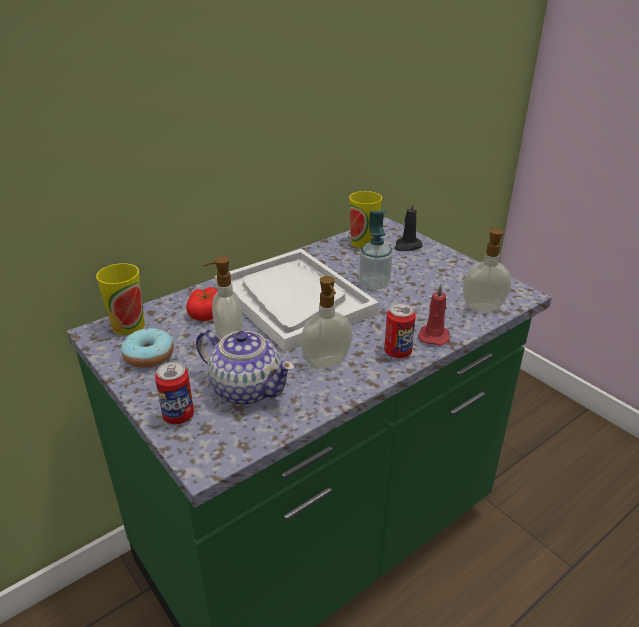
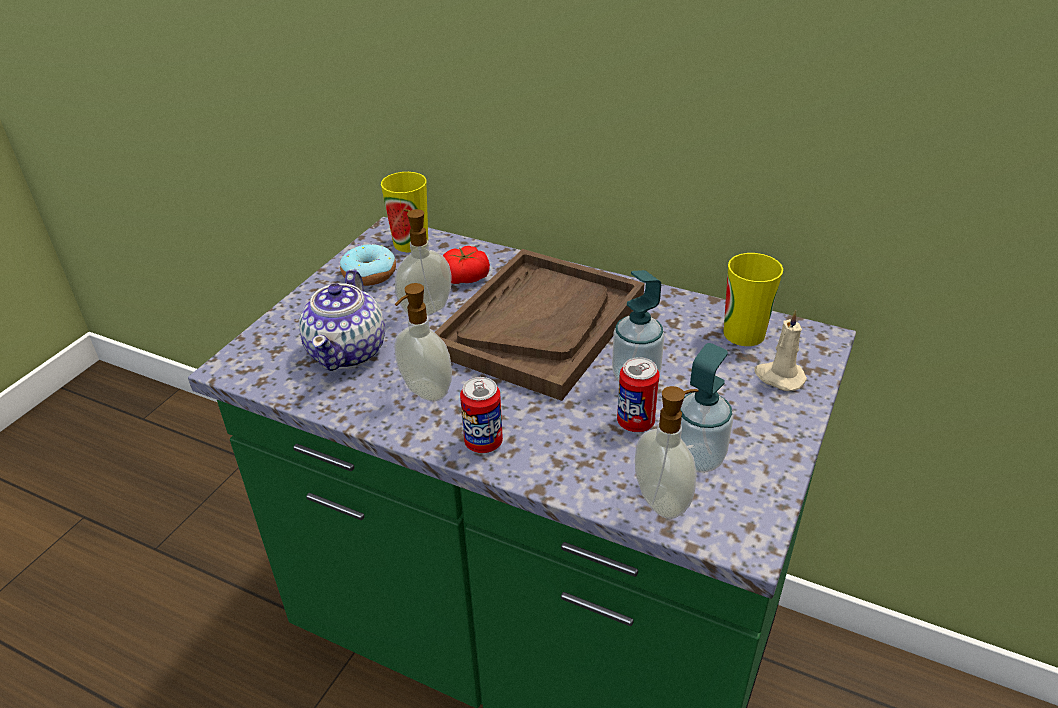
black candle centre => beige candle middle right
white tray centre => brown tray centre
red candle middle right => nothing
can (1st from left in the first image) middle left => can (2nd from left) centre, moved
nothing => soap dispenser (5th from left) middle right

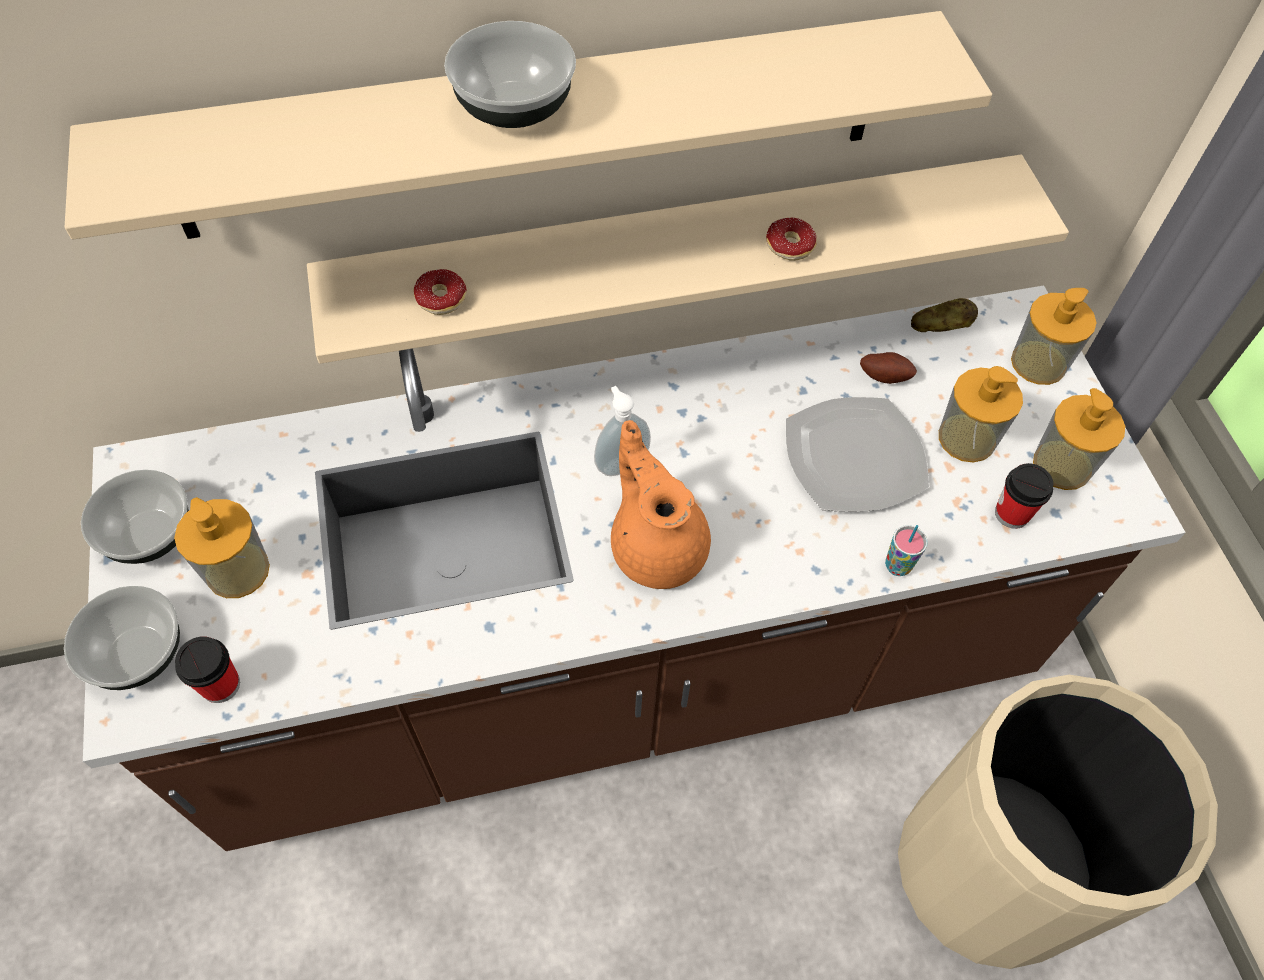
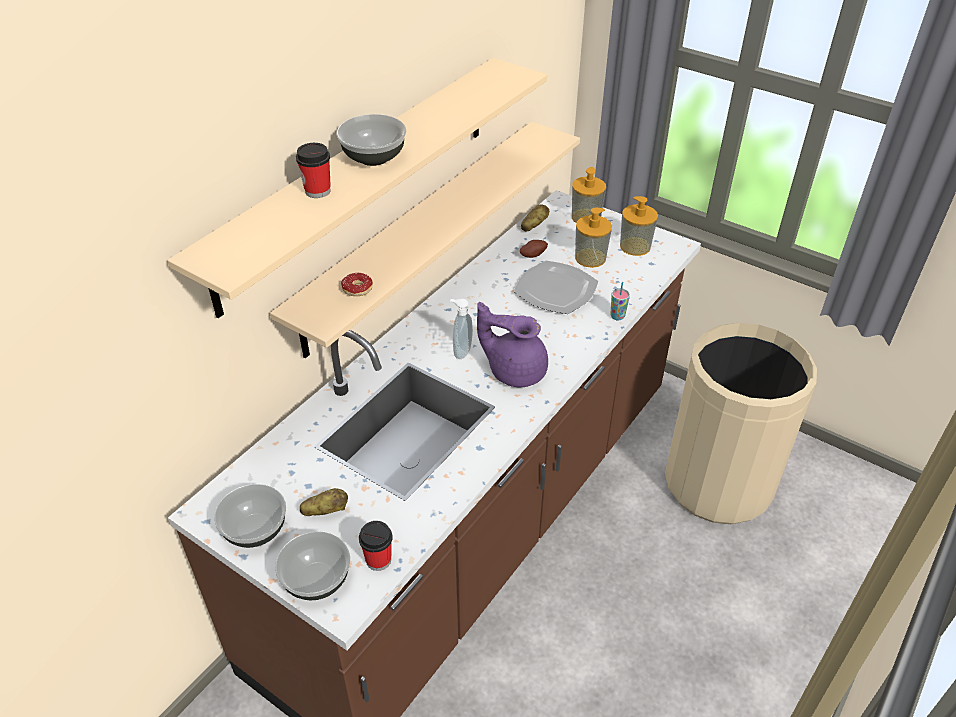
donut (2nd from left) top centre => nothing
orange teapot centre => purple teapot centre
cup (3rd from left in the first image) middle right => cup (1st from left) top left, moved
soap dispenser (1st from left) middle left => potato (1st from left) bottom centre

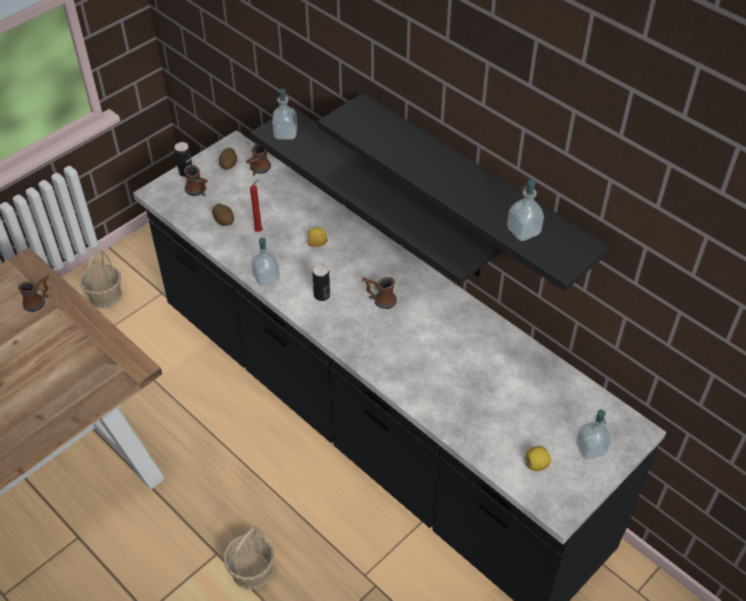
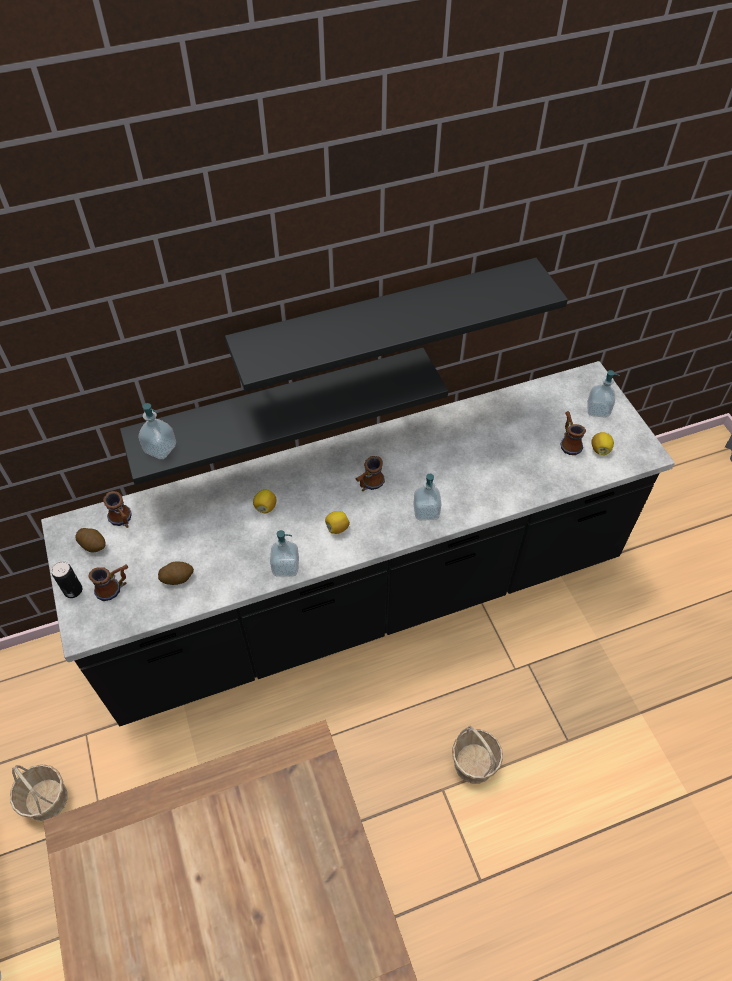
red candle centre => nothing
soap dispenser (3rd from left) middle right => soap dispenser (3rd from left) centre, moved
can (2nd from left) centre => lemon (2nd from left) centre
mug (1st from left in the first image) middle left => mug (4th from left) middle right, moved

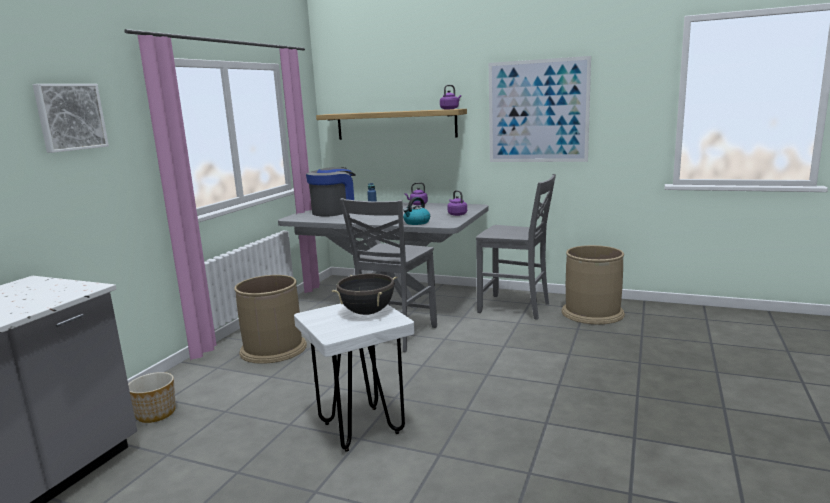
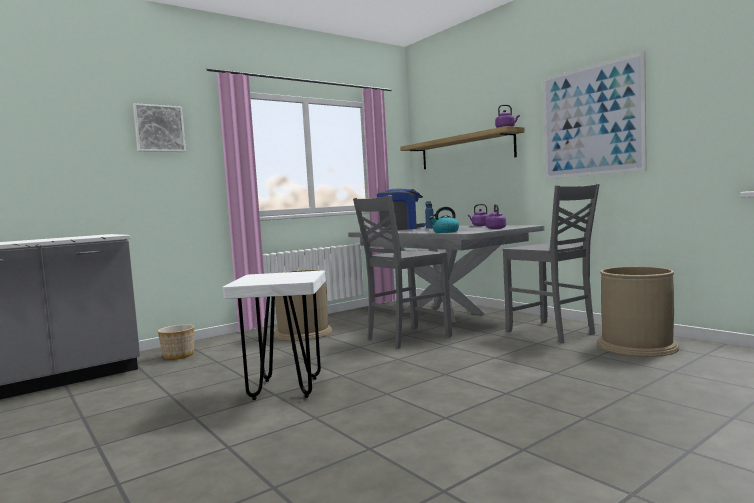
black cooking pot centre => nothing

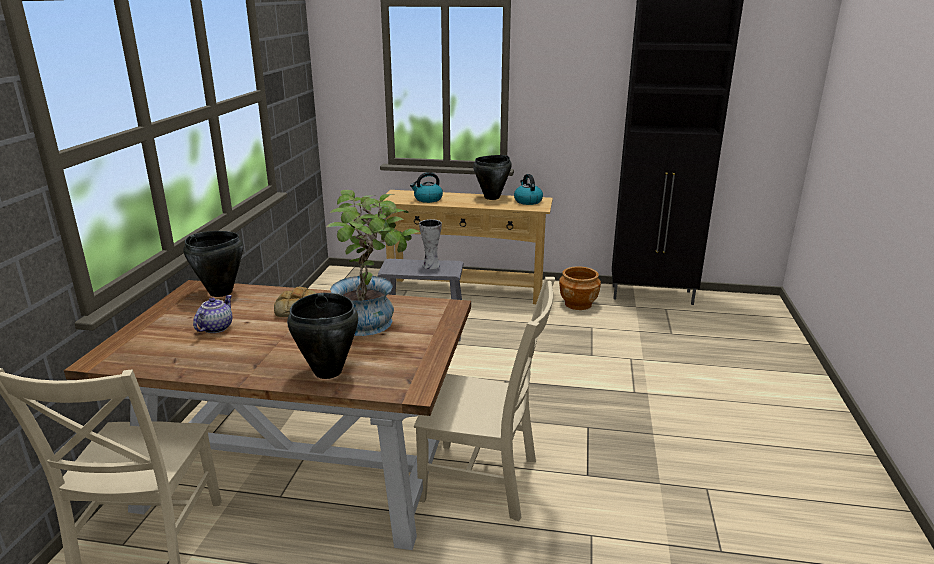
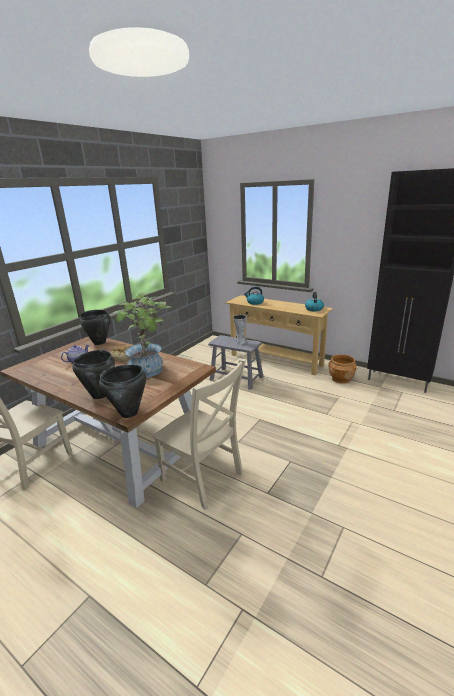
black cooking pot (3rd from left) top centre => black cooking pot (3rd from left) middle left, moved

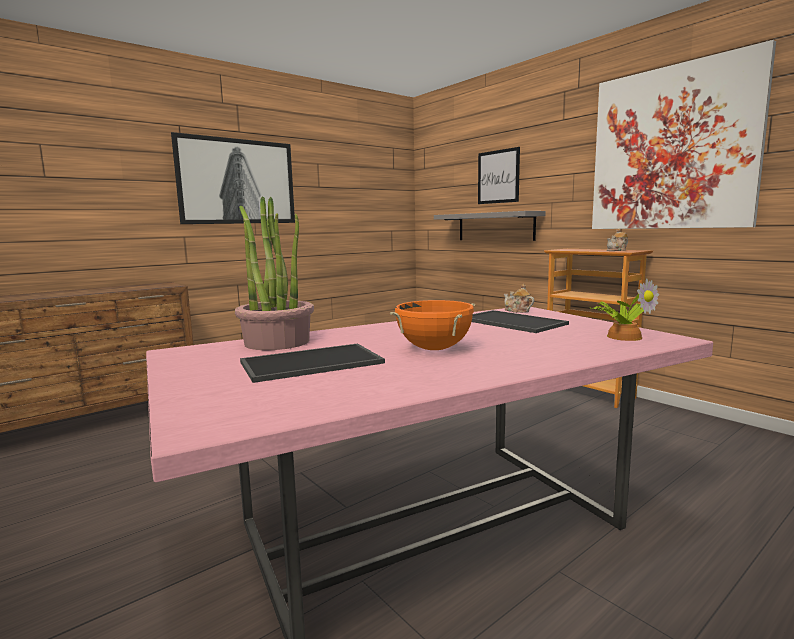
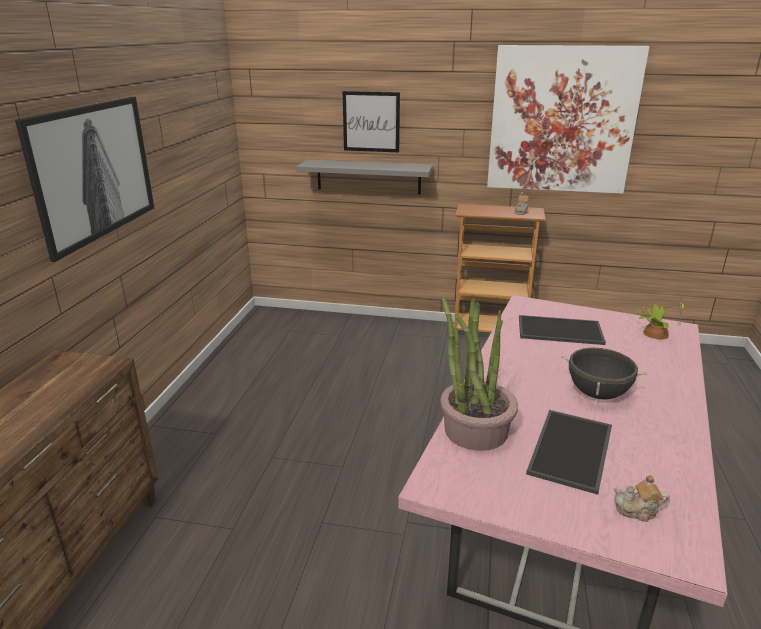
teapot (1st from left in the first image) centre => teapot (2nd from left) bottom right, moved
orange cooking pot centre => black cooking pot middle right

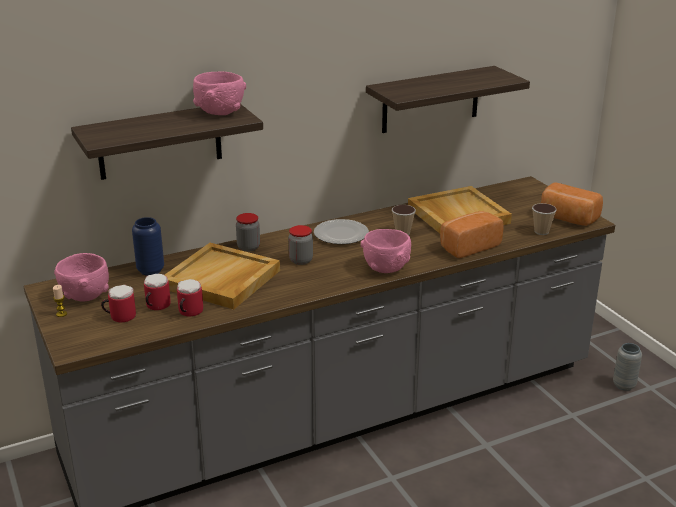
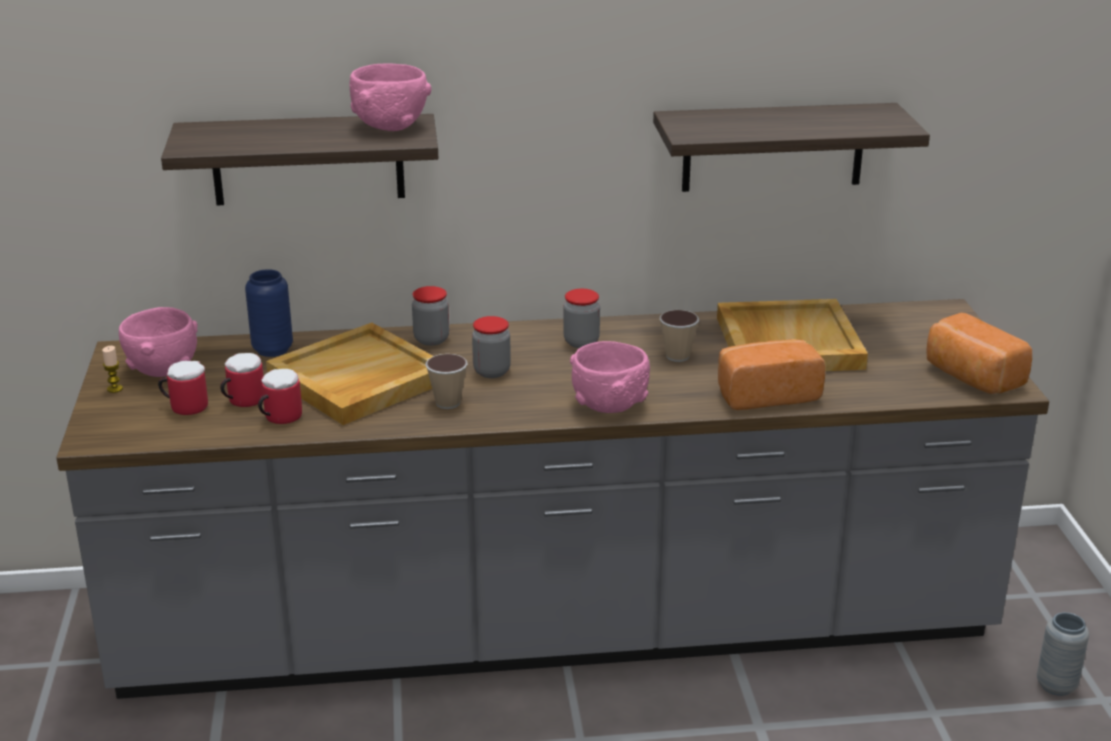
cup (2nd from left in the first image) middle right => cup (1st from left) centre, moved
plate centre => jar (3rd from left) centre

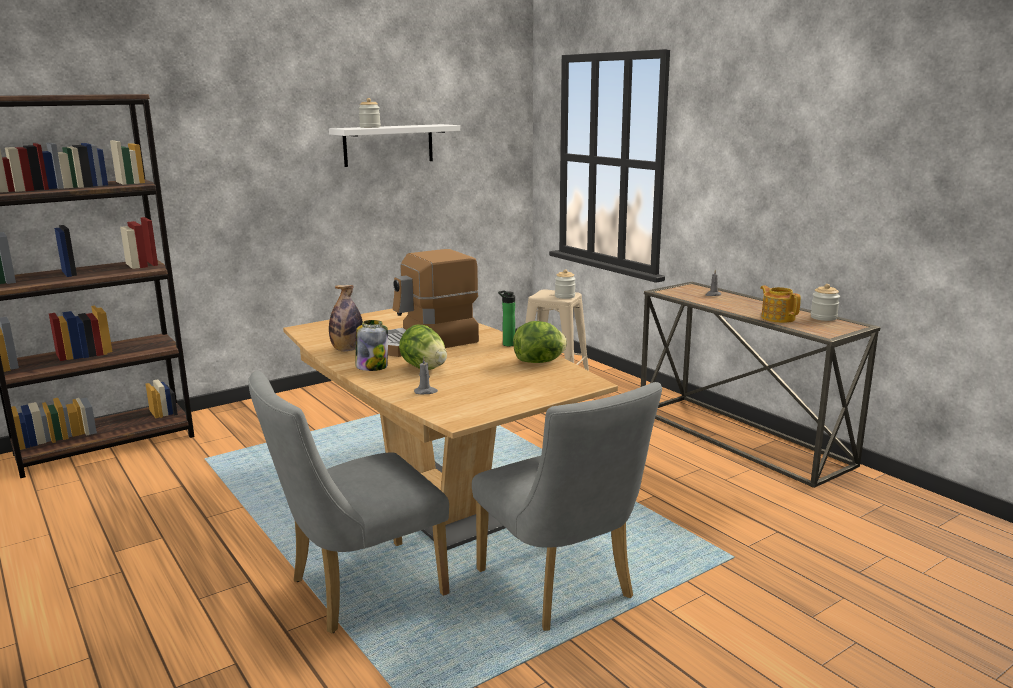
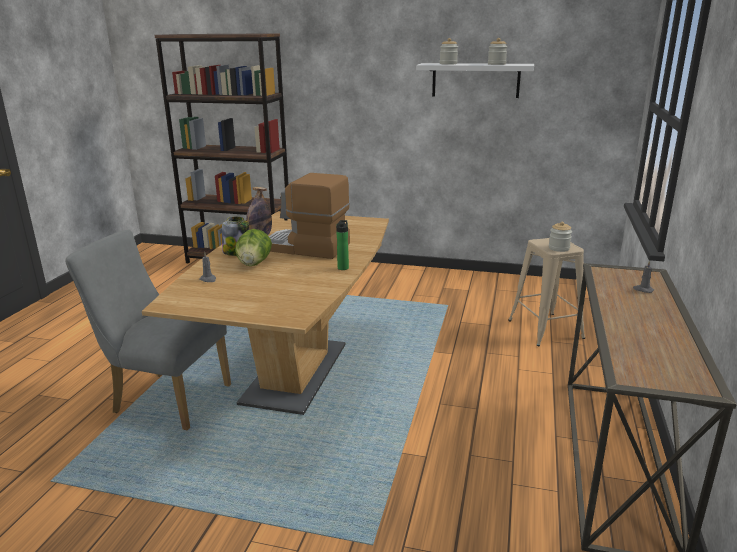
jar (4th from left in the first image) middle right => jar (3rd from left) top right, moved
teapot middle right => nothing
lettuce (2nd from left) centre => nothing
grey chair (2nd from left) bottom centre => nothing

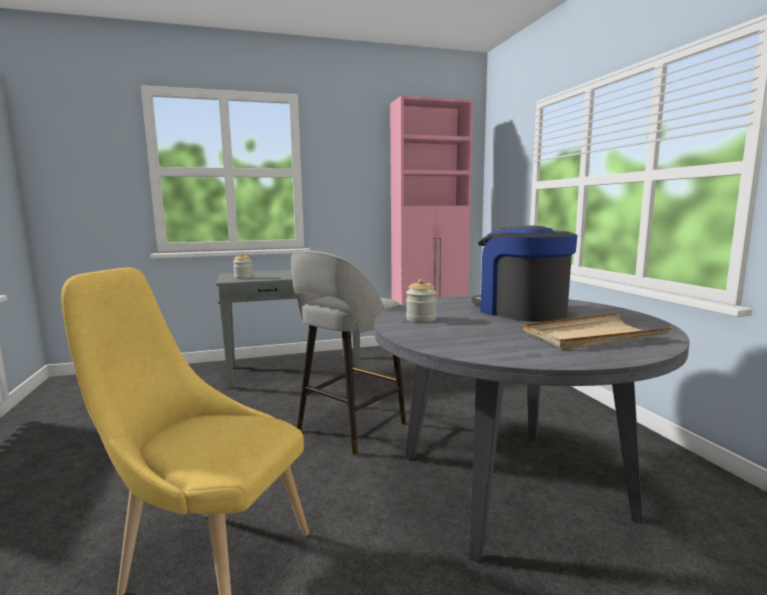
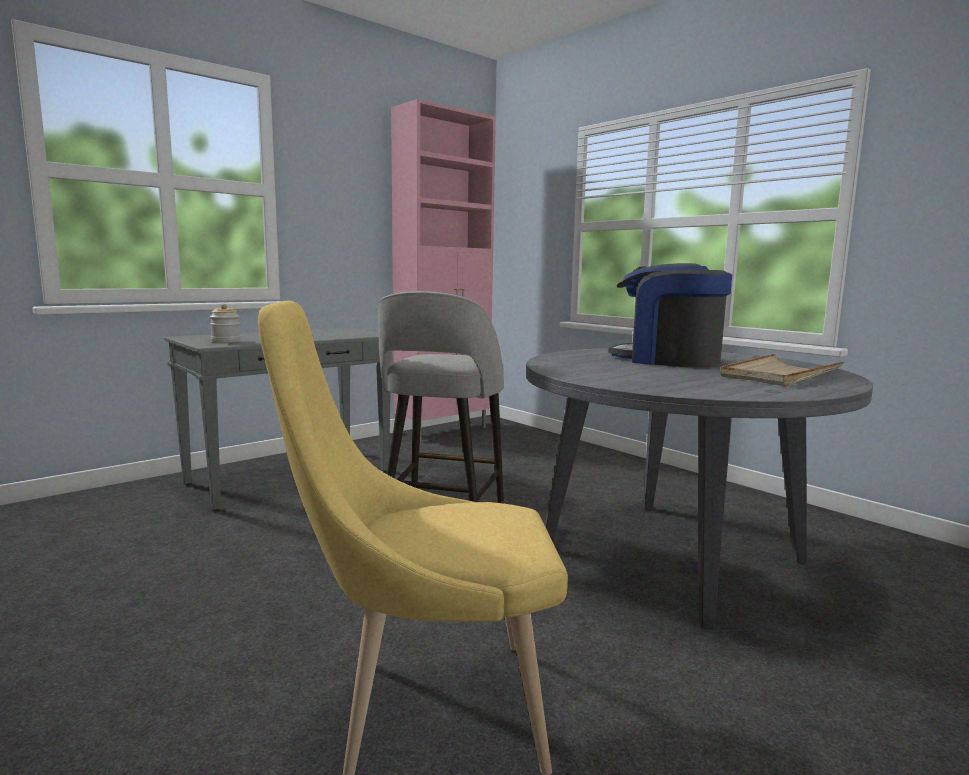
jar (2nd from left) centre => nothing

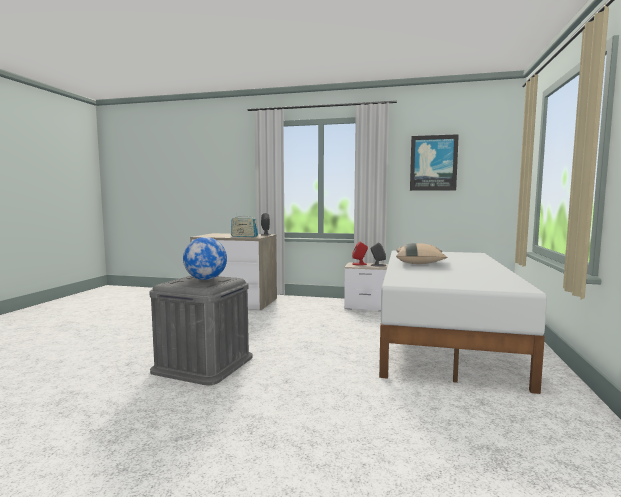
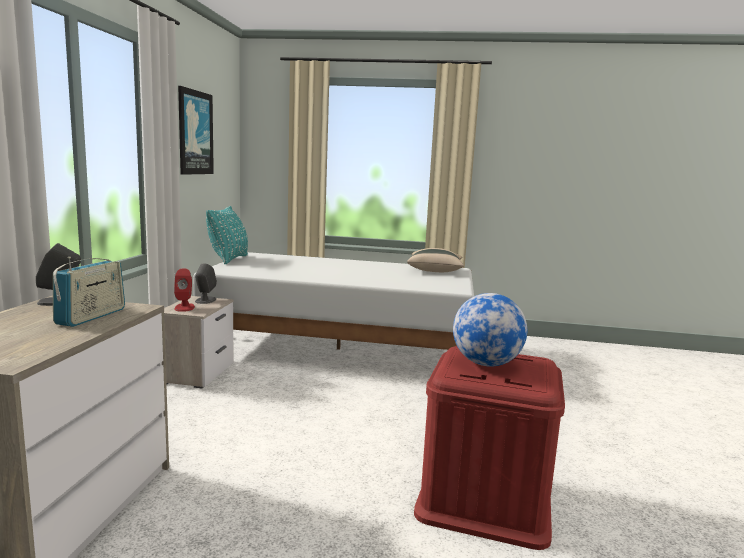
beige pillow middle right => beige pillow centre, moved
grey storage box middle left => red storage box bottom centre
nothing => turquoise pillow middle left

